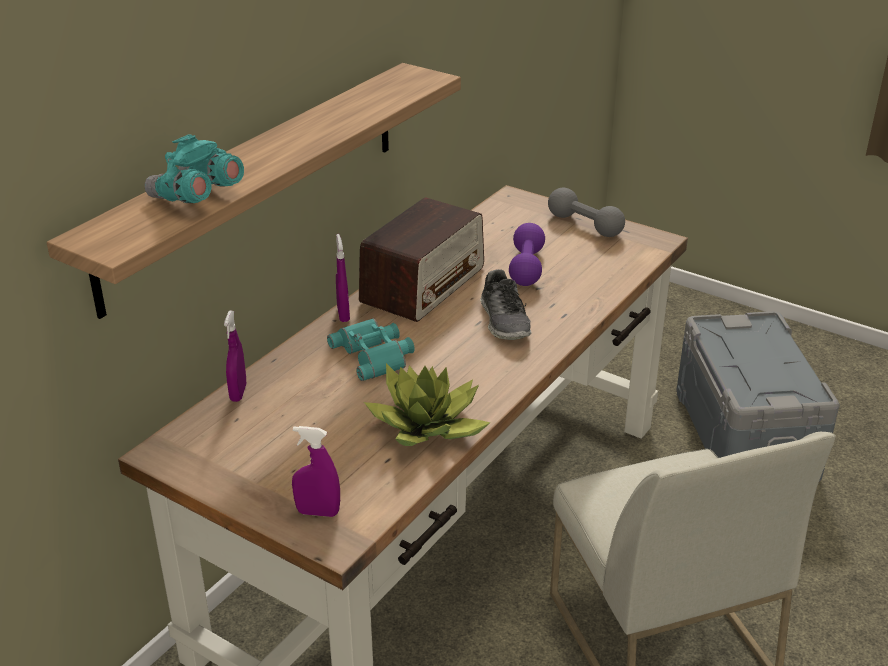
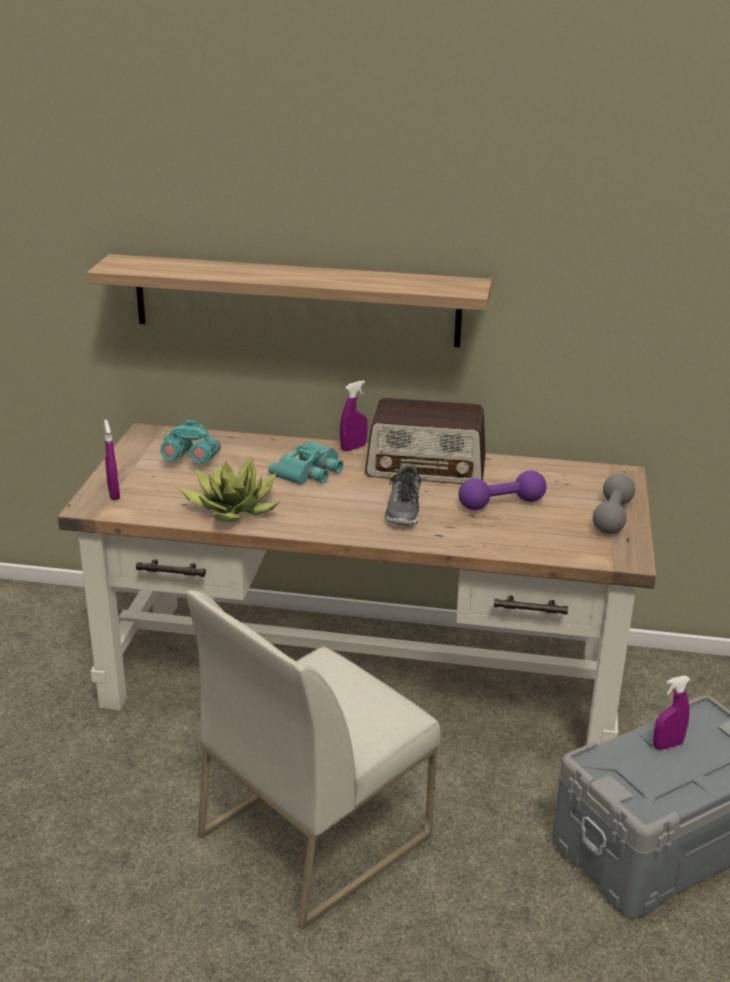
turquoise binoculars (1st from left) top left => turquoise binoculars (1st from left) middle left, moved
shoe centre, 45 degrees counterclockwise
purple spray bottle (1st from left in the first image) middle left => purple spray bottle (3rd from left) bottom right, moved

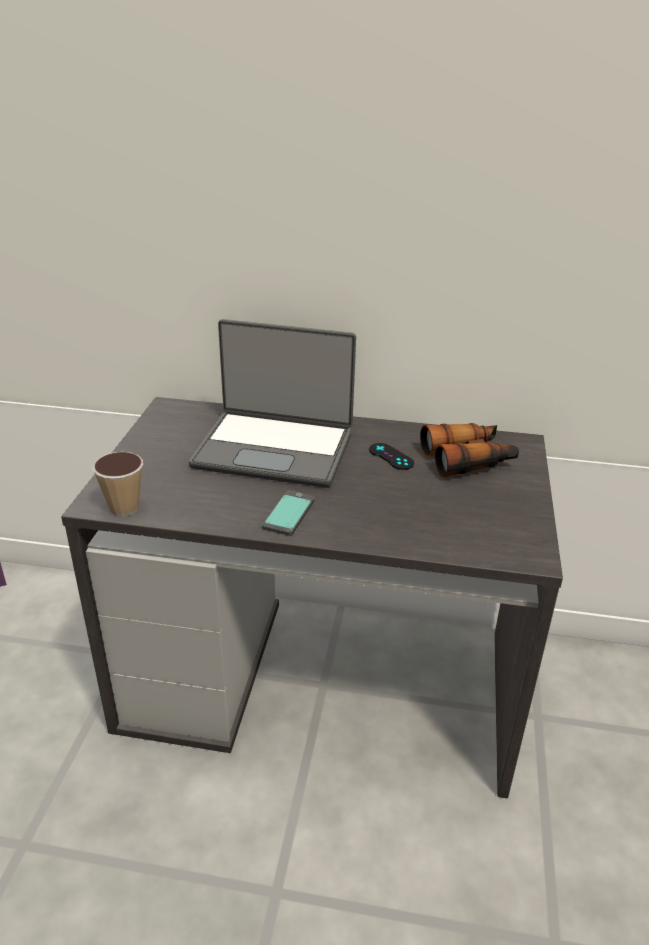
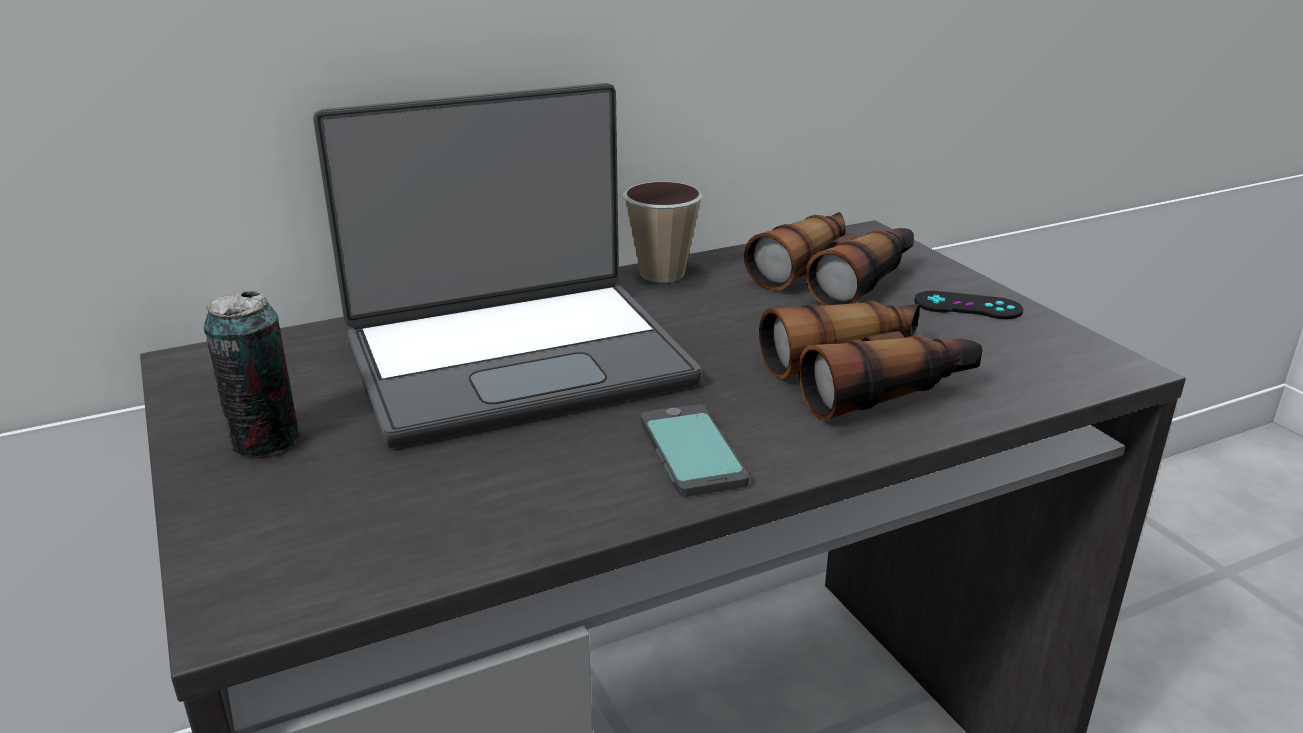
black game controller centre => black game controller middle right, moved
cup middle left => cup top centre, moved
nothing => can middle left
nothing => binoculars (2nd from left) middle right

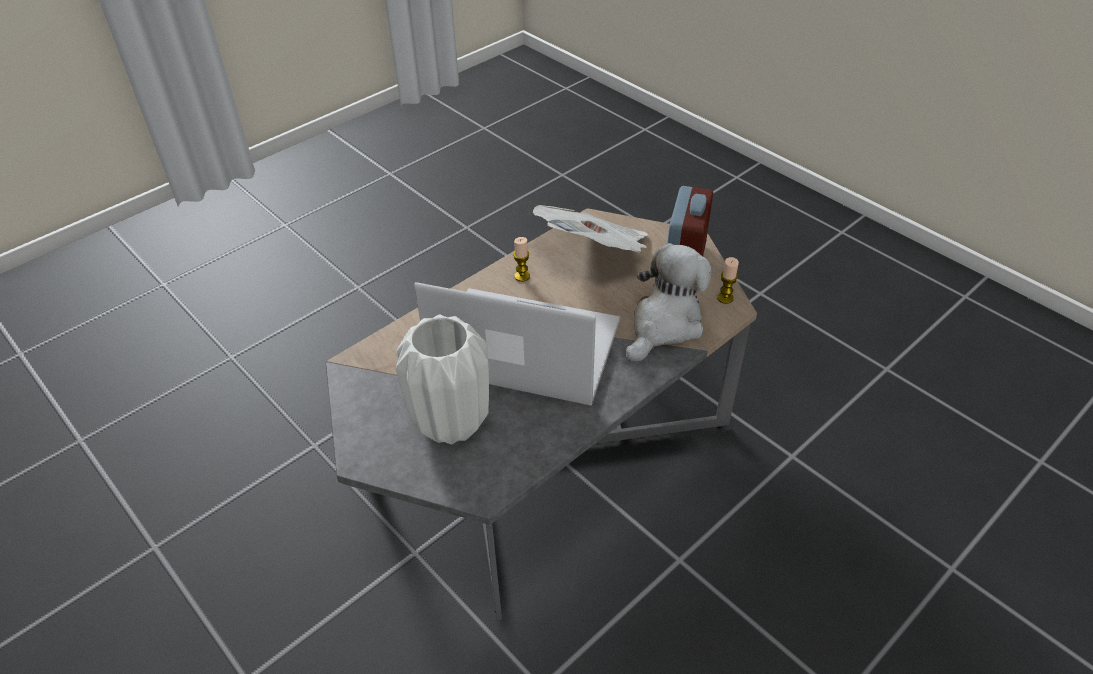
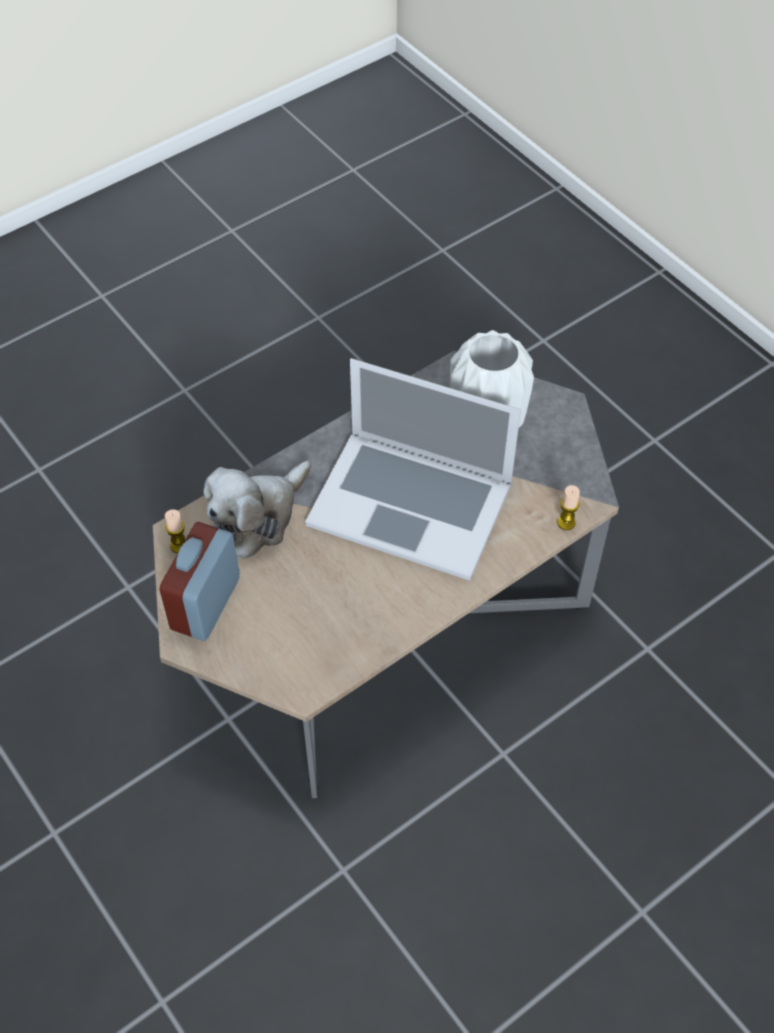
newspaper centre => nothing
candle (1st from left in the first image) centre => candle (2nd from left) middle right, moved

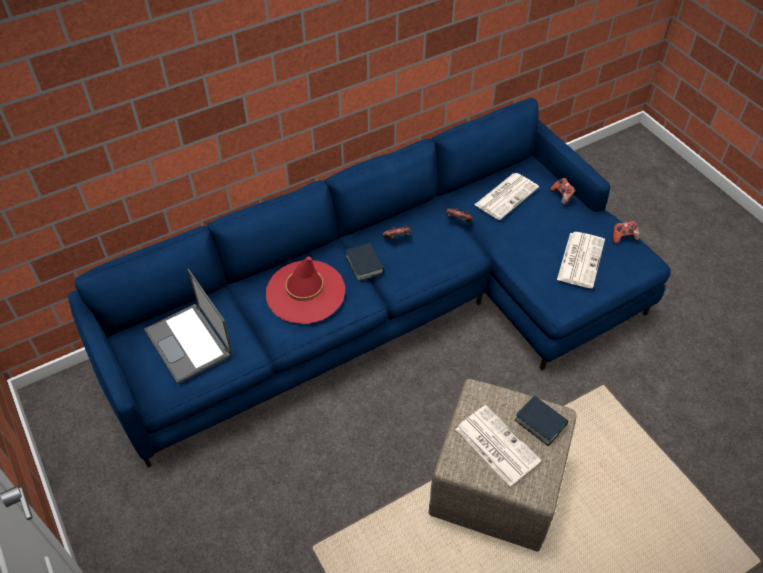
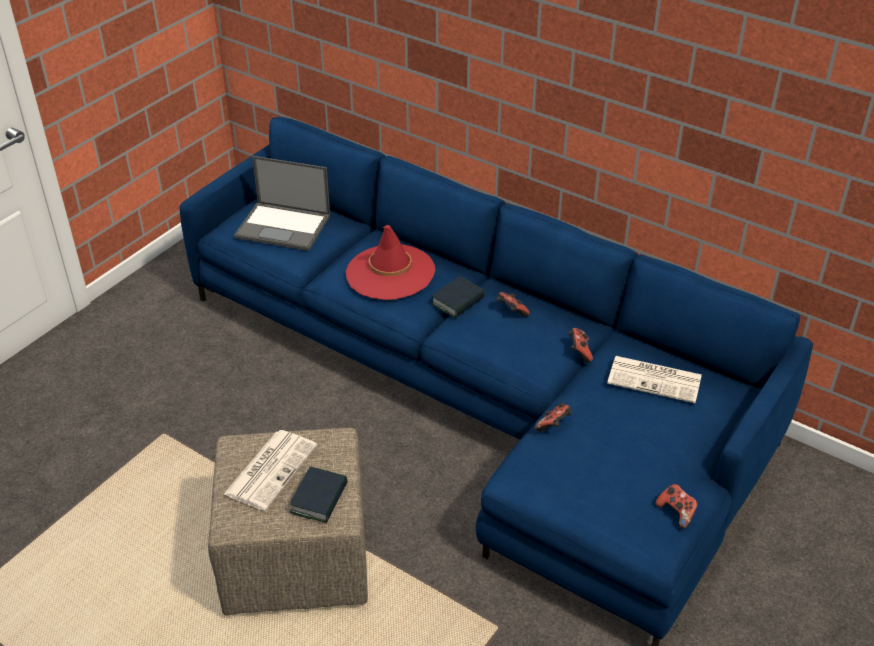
game controller (3rd from left in the first image) middle right => game controller (2nd from left) centre, moved
newspaper (3rd from left) middle right => nothing
laptop middle left => laptop top left, 105 degrees counterclockwise

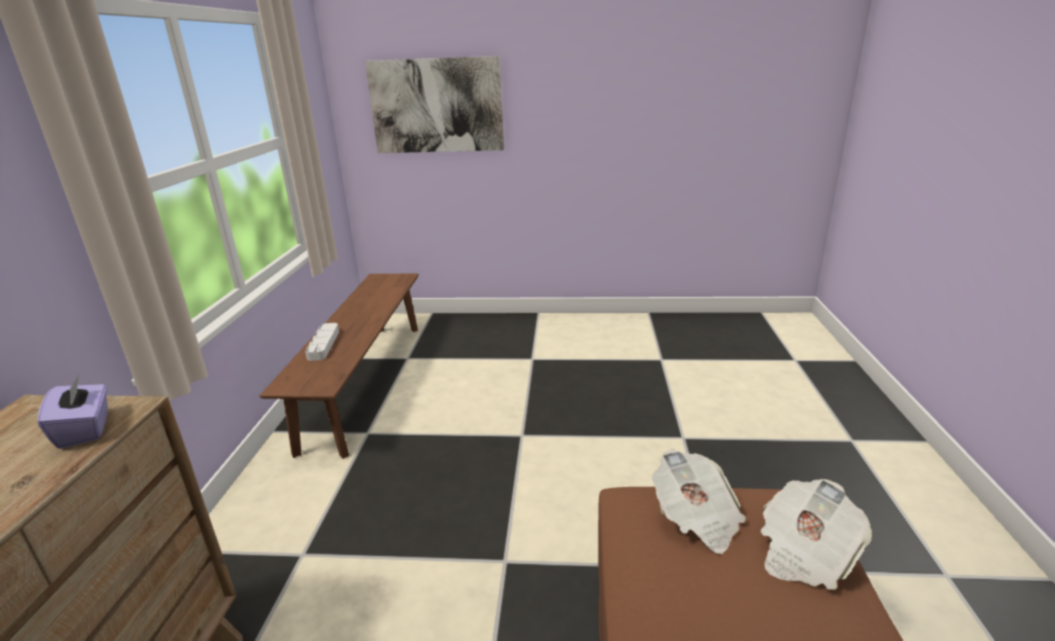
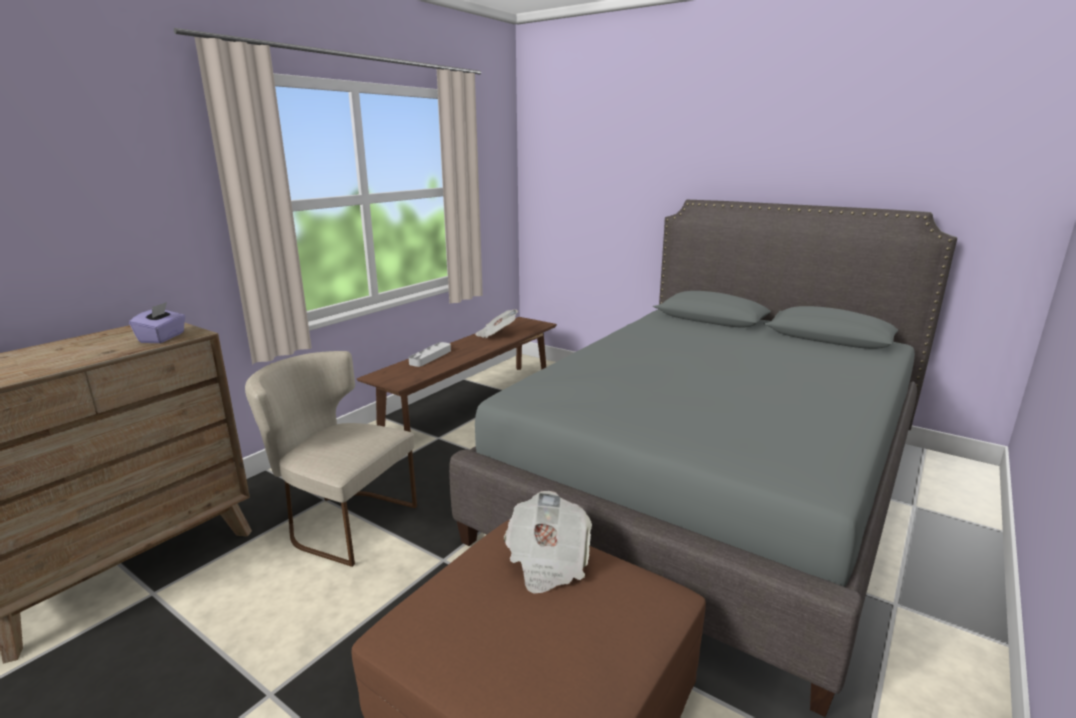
picture top centre => nothing
newspaper (2nd from left in the first image) bottom right => newspaper (1st from left) centre, moved
nothing => grey bed centre
nothing => beige chair middle left

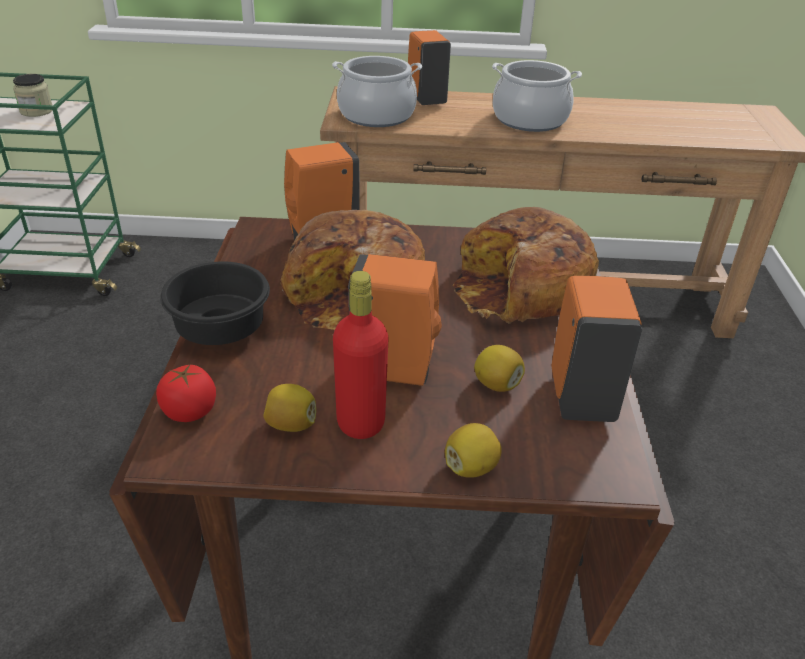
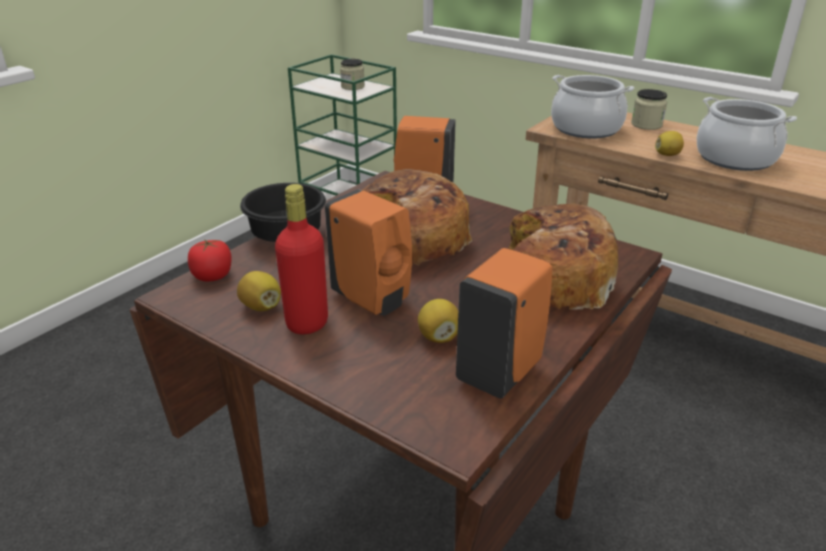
orange soap dispenser (3rd from left) top centre => jar (2nd from left) top right
lemon (2nd from left in the first image) bottom centre => lemon (3rd from left) top right, moved

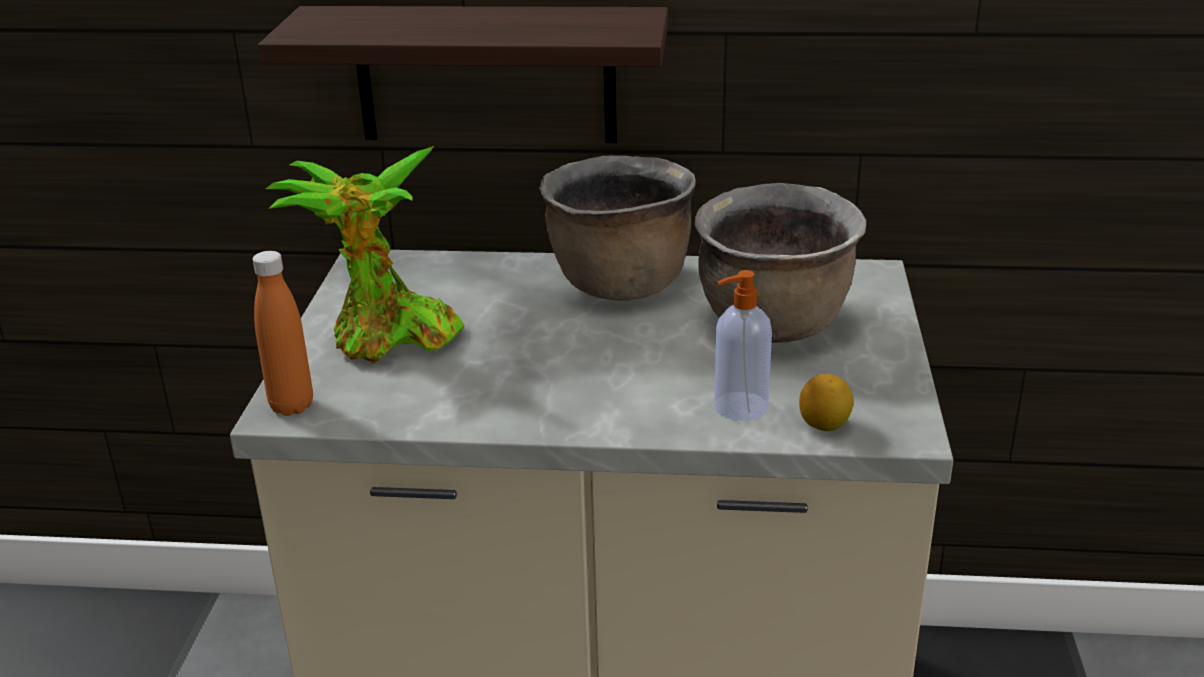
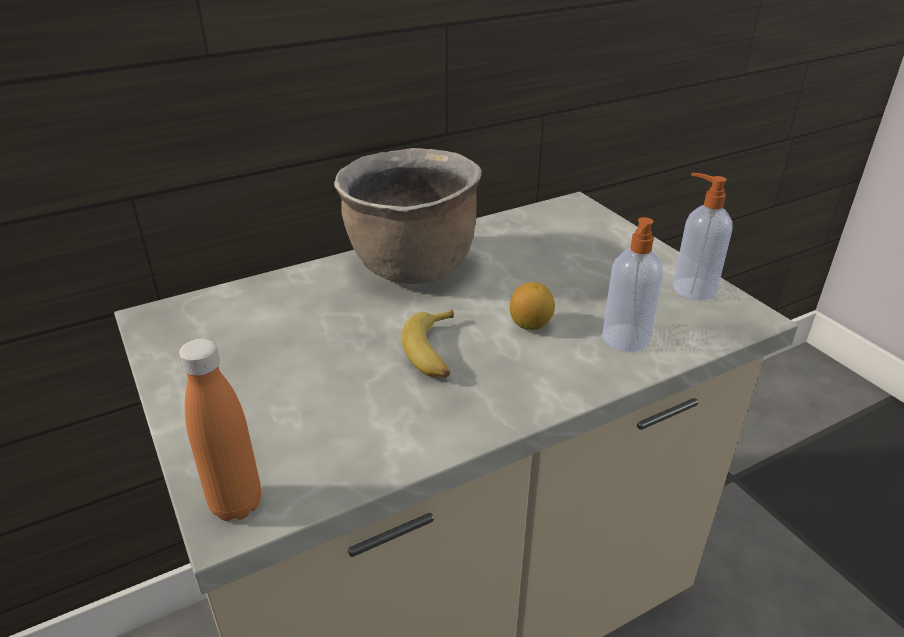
shelf top centre => nothing
potted plant middle left => nothing
brown cooking pot (2nd from left) centre => nothing
lemon middle right => lemon centre, moved
nothing => soap dispenser (2nd from left) middle right
nothing => banana centre

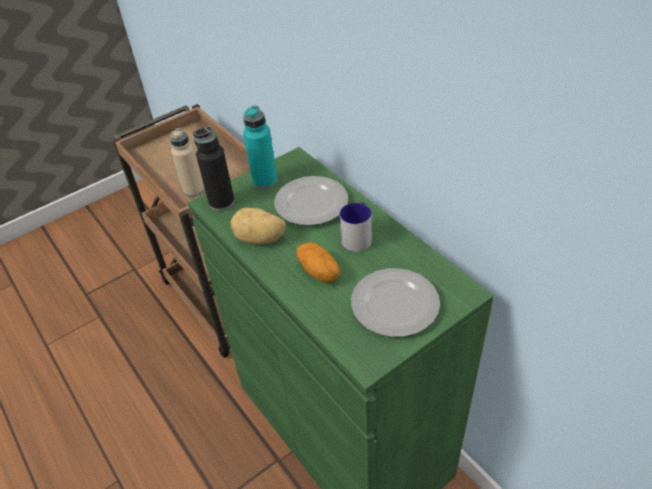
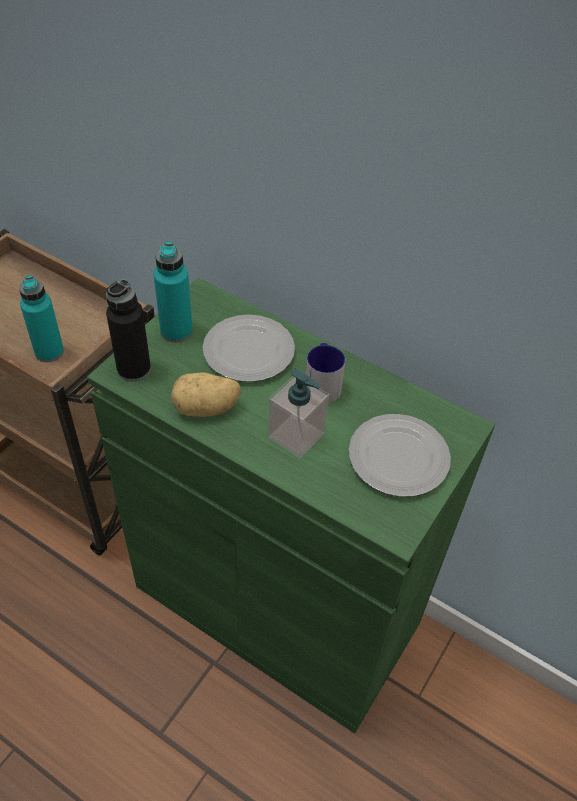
beige bottle top left => turquoise bottle (1st from left) middle left
potato (2nd from left) centre => soap dispenser centre

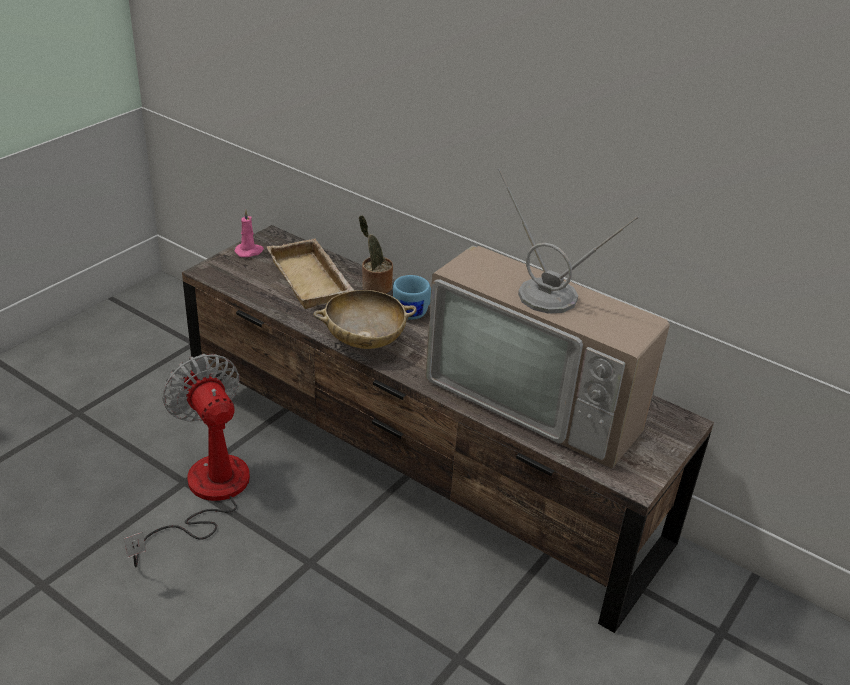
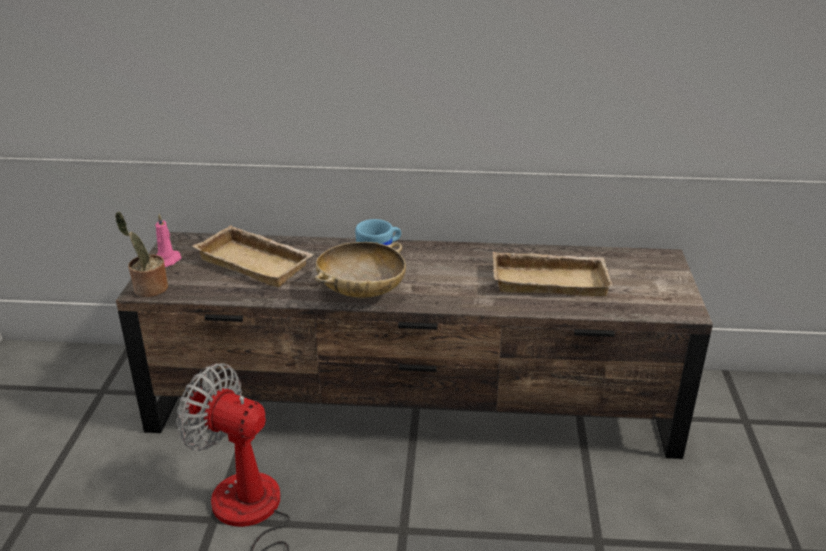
television centre => beige tray (2nd from left) middle right
potted plant centre => potted plant middle left, moved

